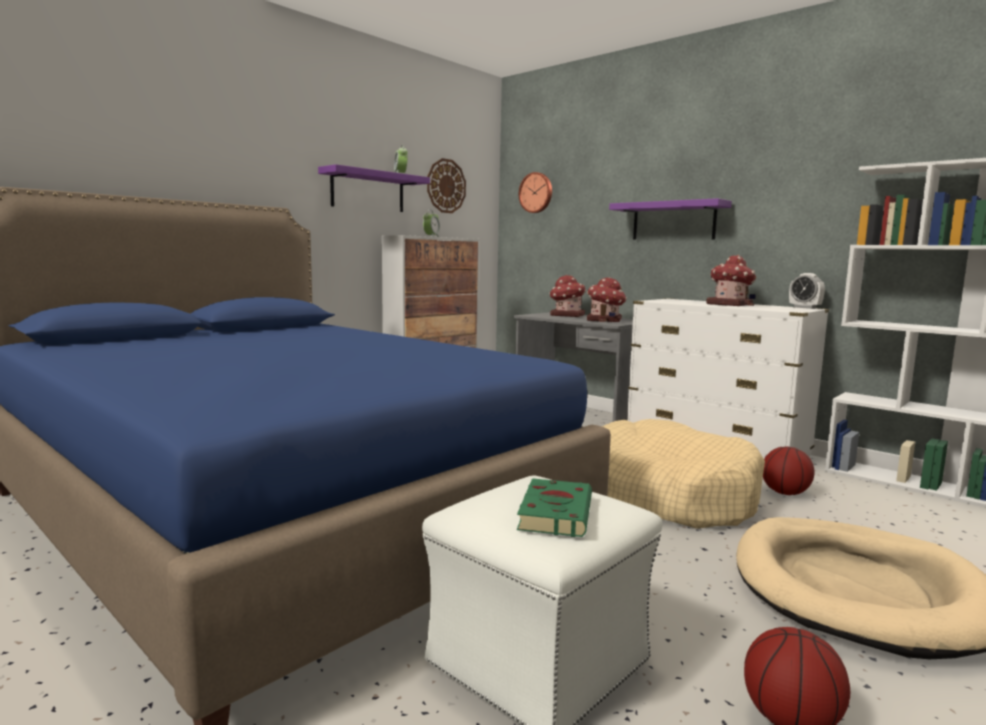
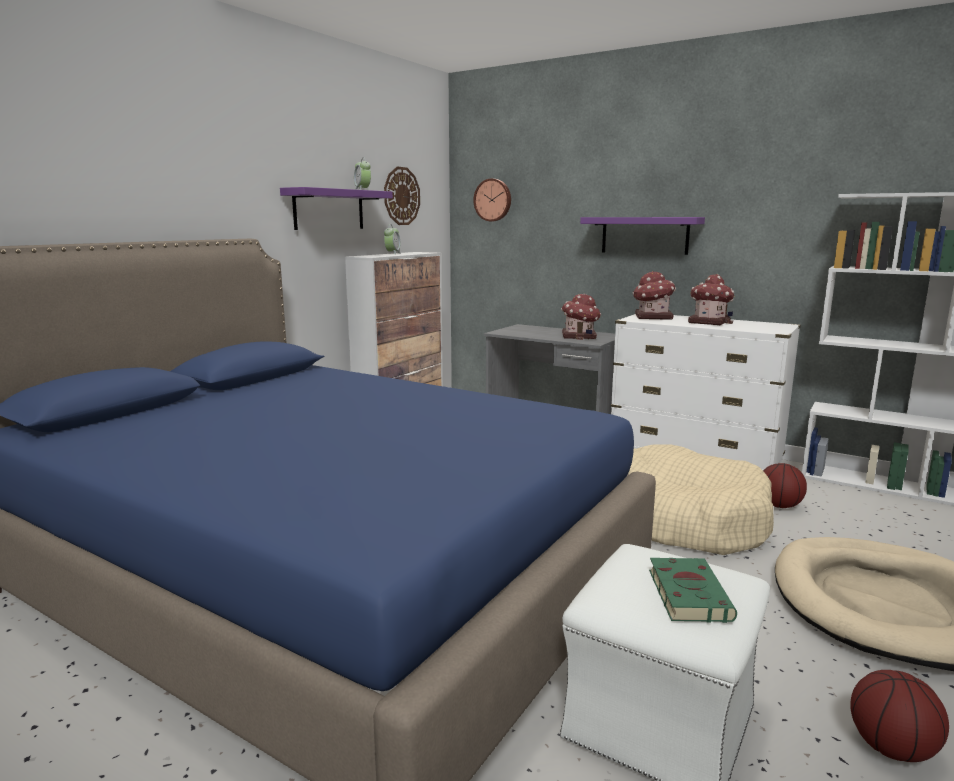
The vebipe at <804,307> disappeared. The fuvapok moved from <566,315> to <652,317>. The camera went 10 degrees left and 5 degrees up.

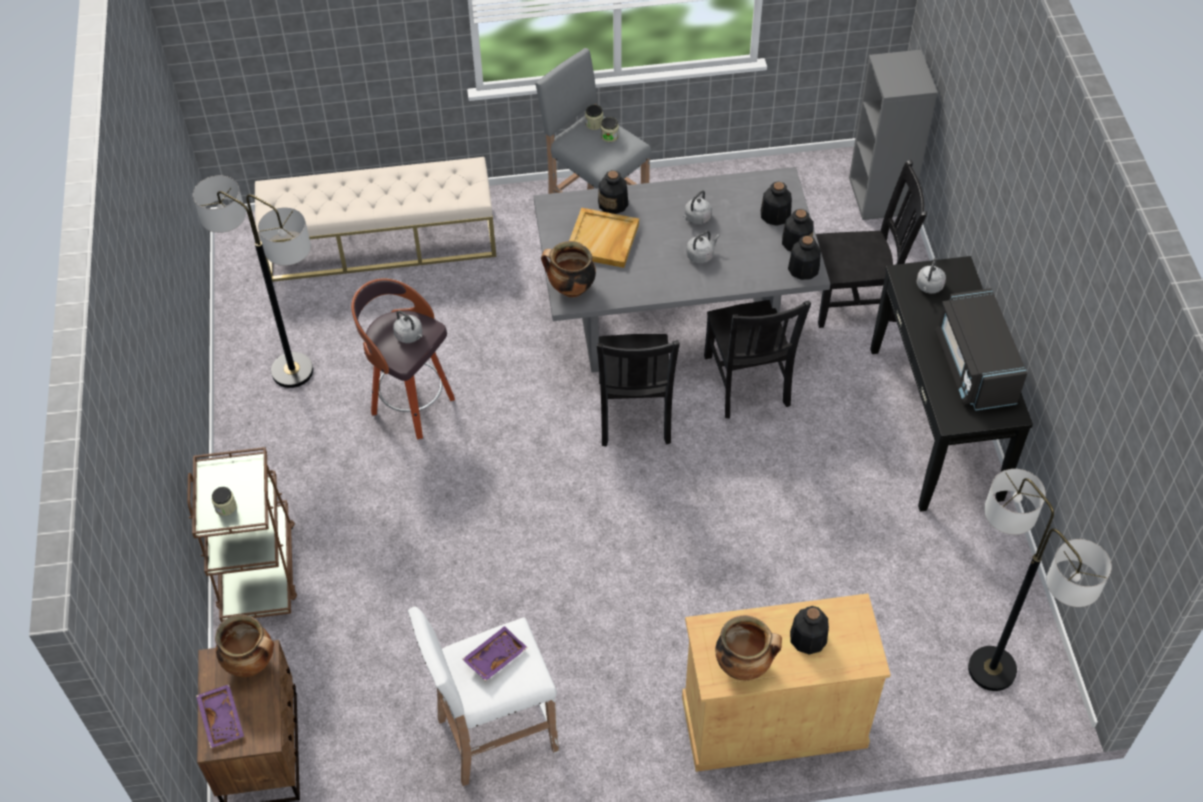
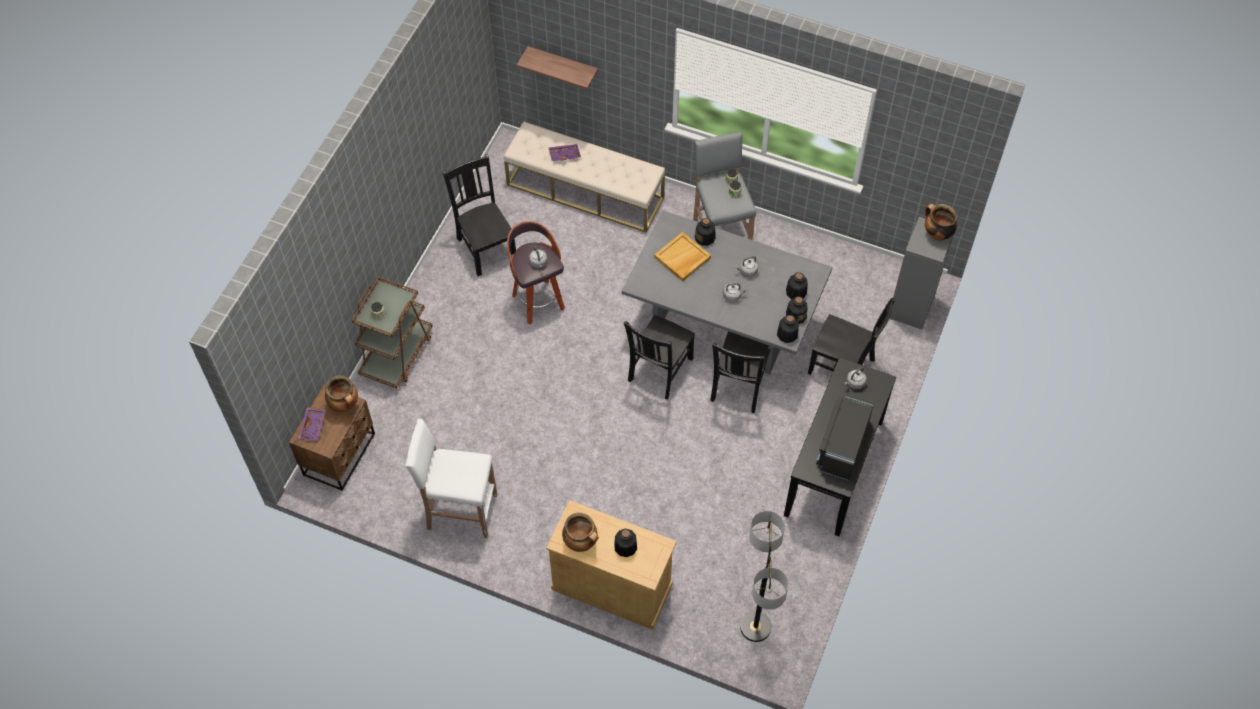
The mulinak at <563,65> appeared. The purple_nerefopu moved from <494,656> to <564,154>. The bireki moved from <570,289> to <937,234>. The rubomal at <292,371> was replaced by the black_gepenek at <486,247>. The camera went 30 degrees right and 5 degrees up.

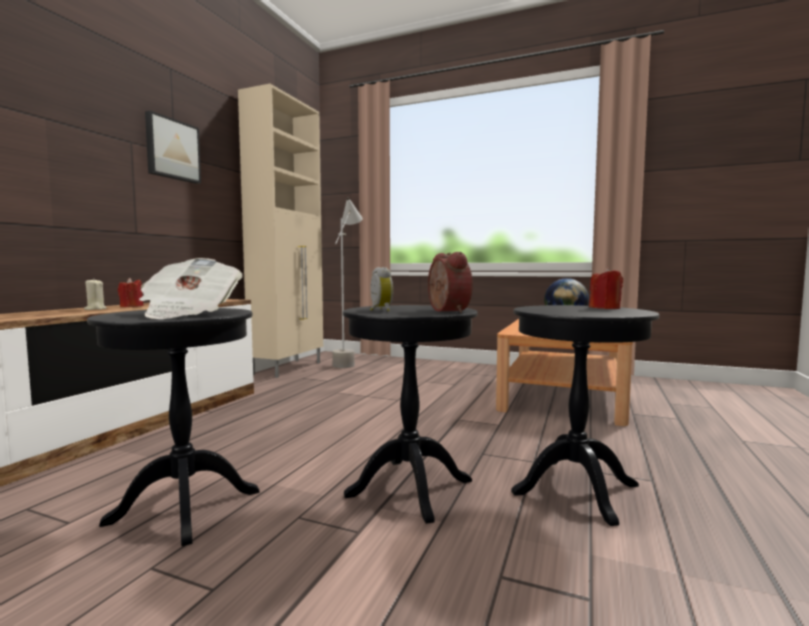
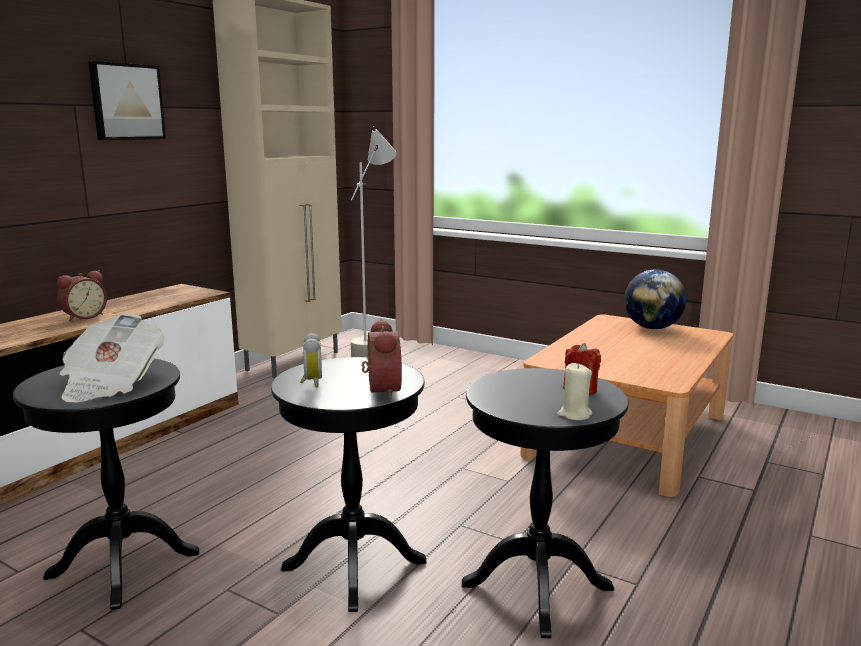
The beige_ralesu moved from <95,309> to <574,414>. The red_ralesu at <131,306> was replaced by the vebipe at <83,317>. The camera went 10 degrees right and 10 degrees up.

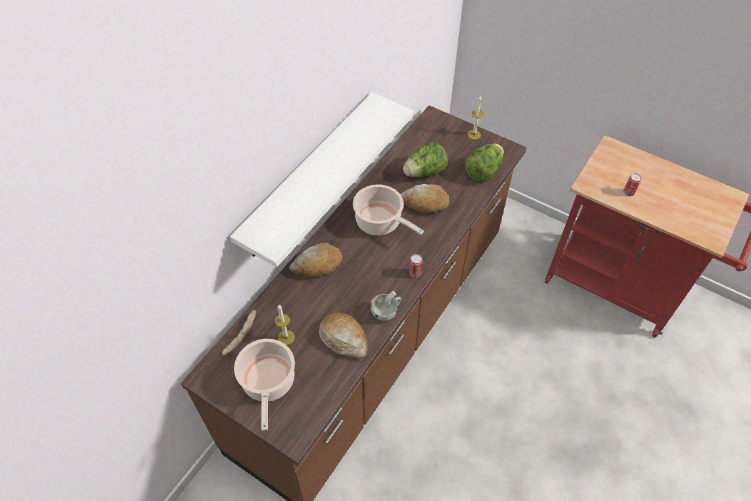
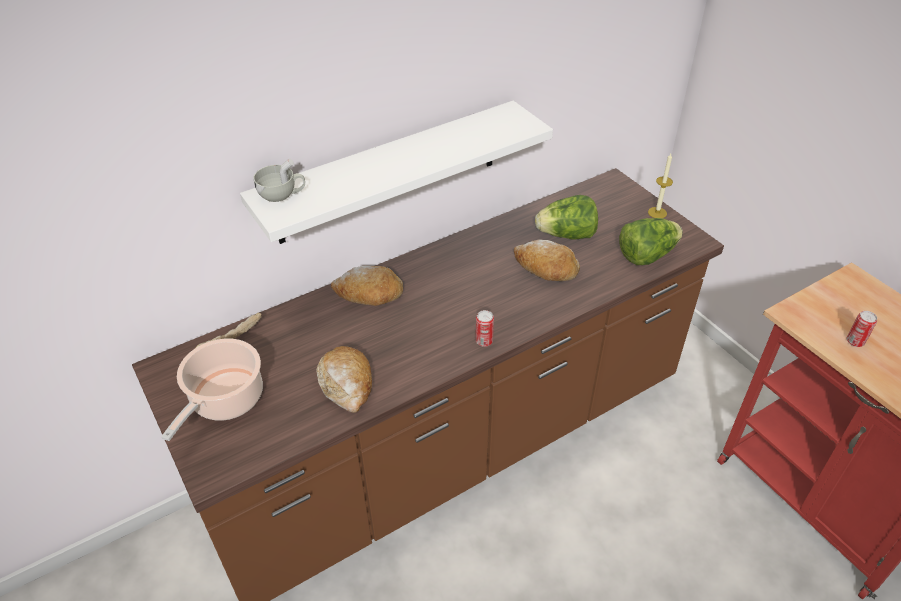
The ralesu at <286,337> disappeared. The bireki at <380,222> disappeared. The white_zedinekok moved from <386,312> to <282,195>. The camera went 25 degrees right and 10 degrees down.

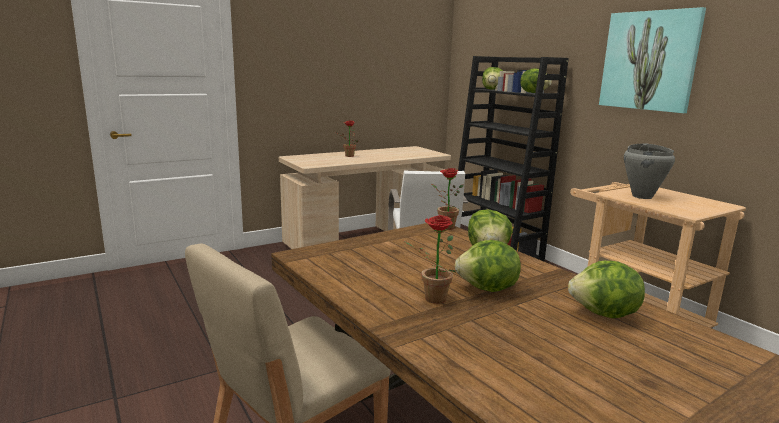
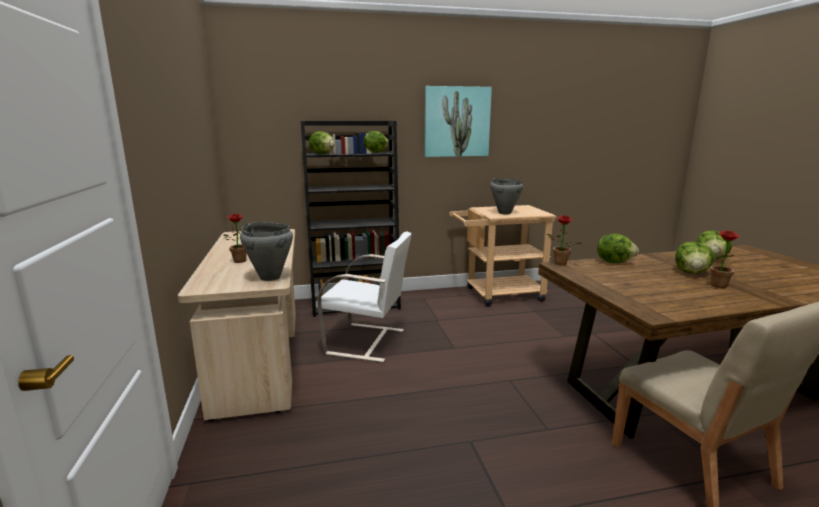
The grey_bireki at <270,277> appeared. The camera went 70 degrees left and 0 degrees up.

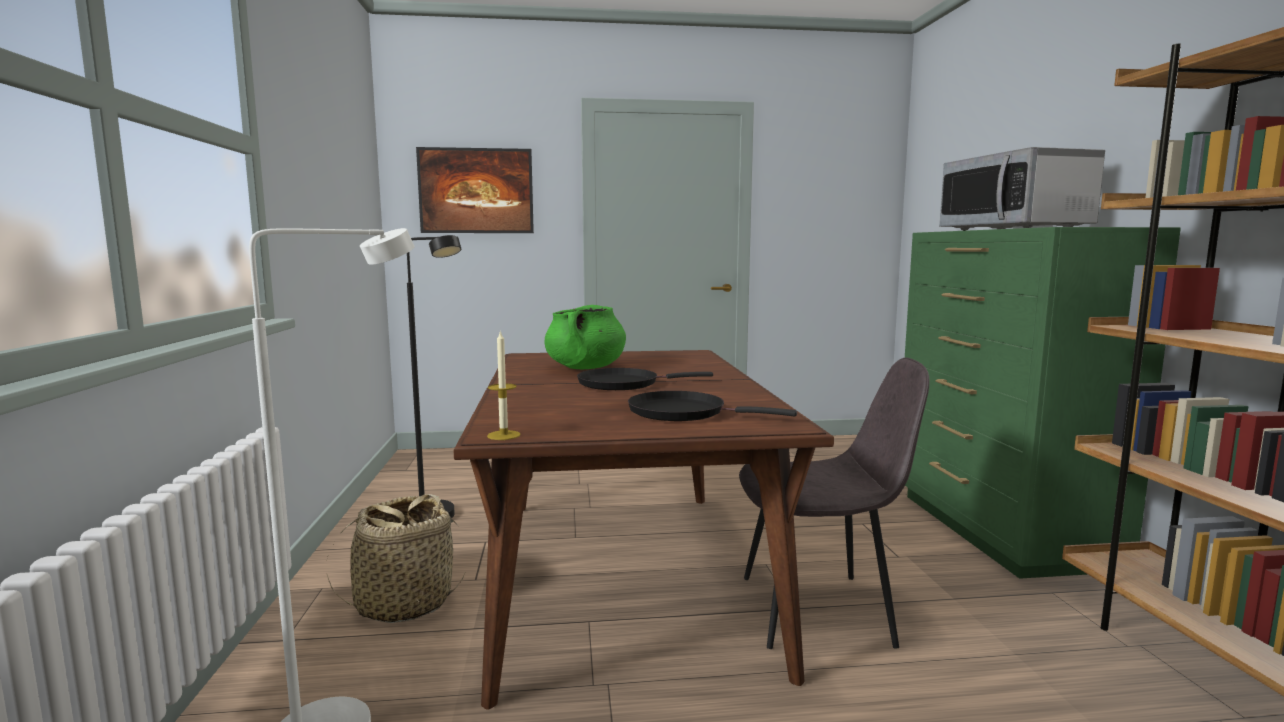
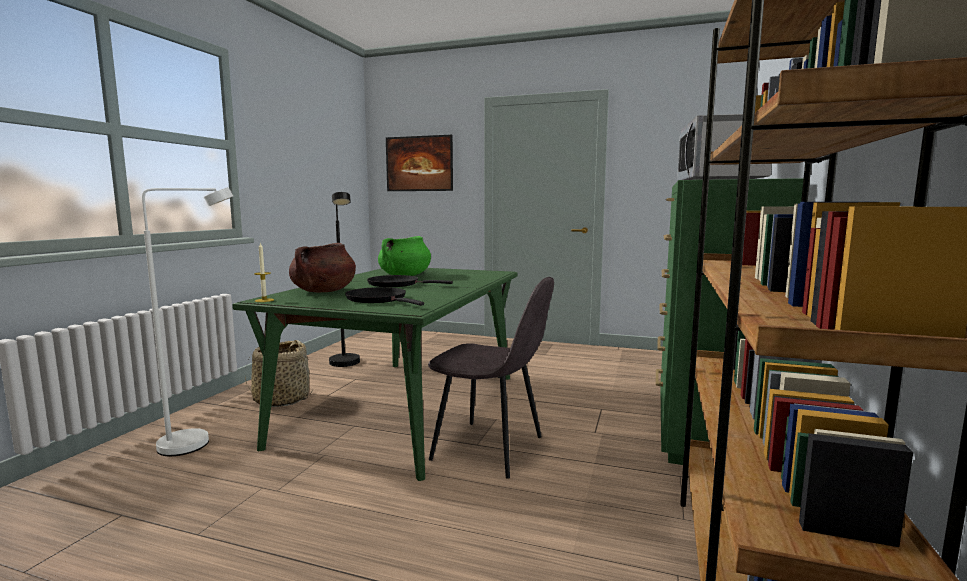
The brown_bireki at <323,291> appeared. The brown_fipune at <623,574> became the green_fipune at <404,407>. The camera went 25 degrees right and 0 degrees up.

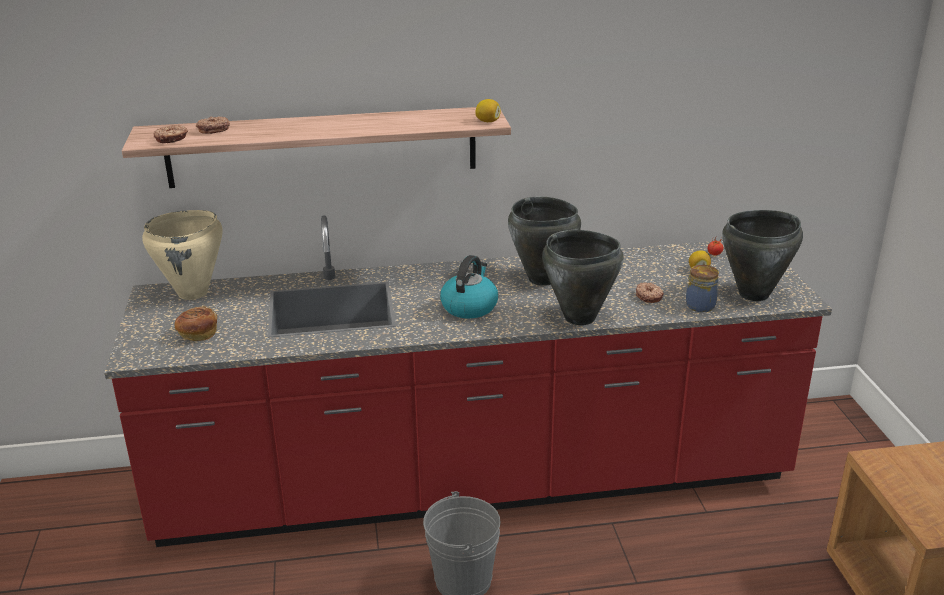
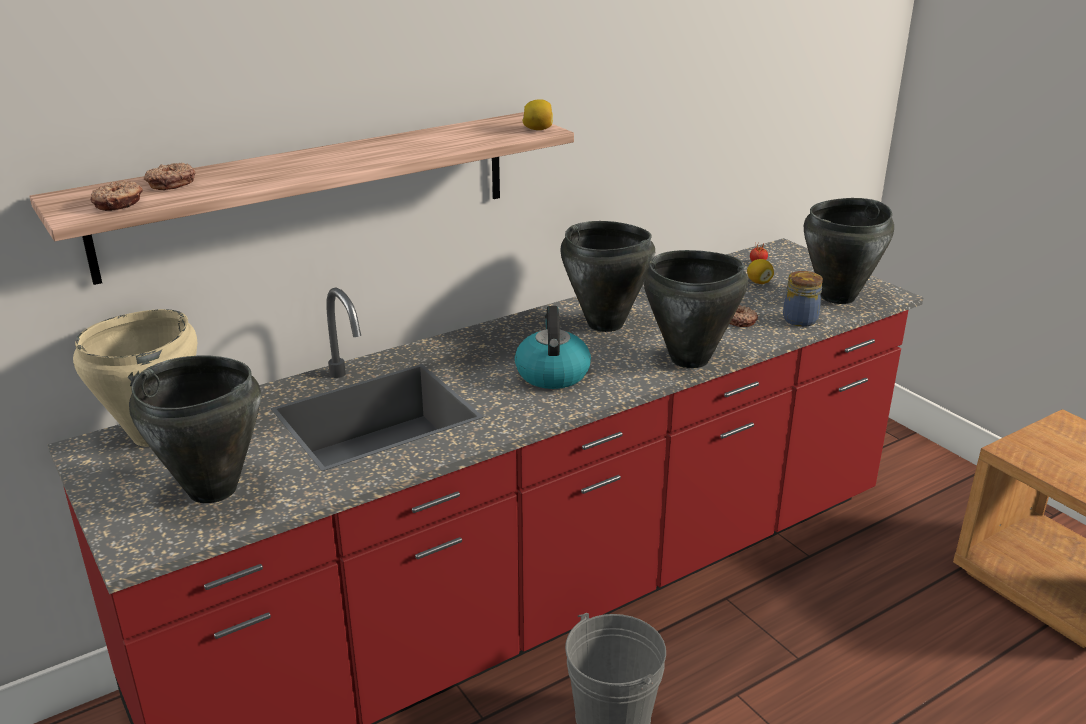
The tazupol at <198,333> was replaced by the black_bireki at <213,490>. The camera went 25 degrees left and 0 degrees up.

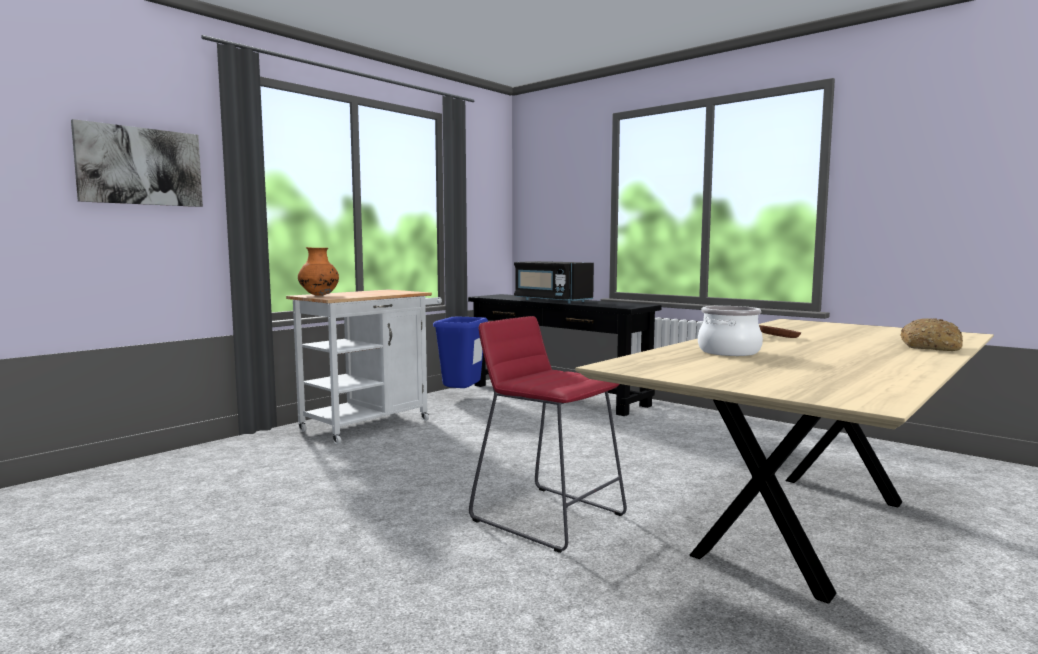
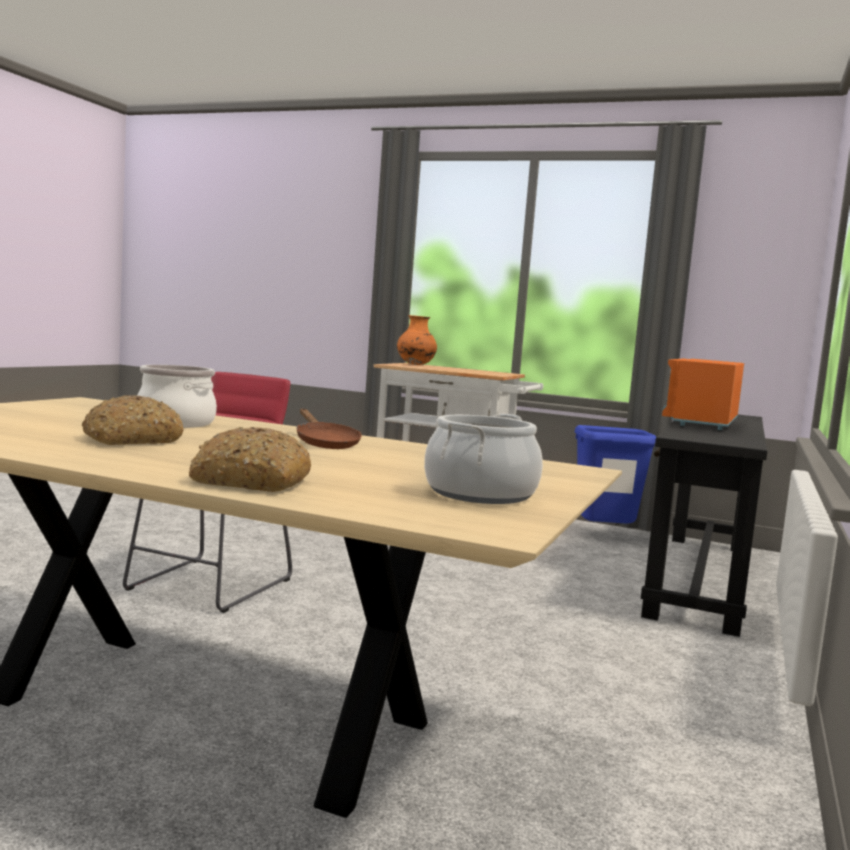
The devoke at <140,166> disappeared. The tazupol at <131,440> appeared. The bireki at <481,494> appeared. The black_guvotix at <551,300> became the orange_guvotix at <702,423>. The camera went 70 degrees right and 0 degrees up.

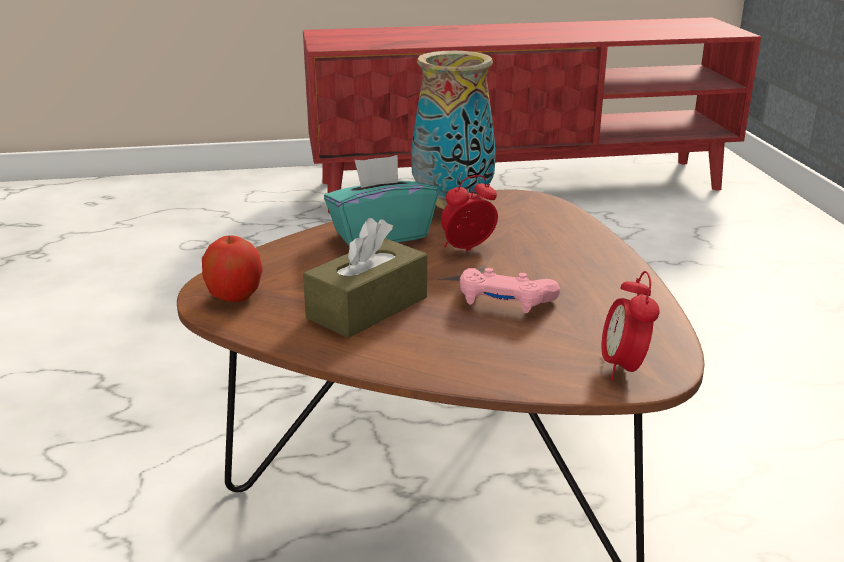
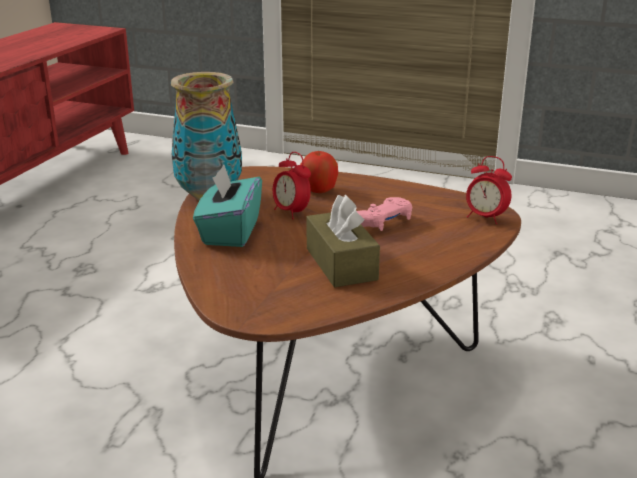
The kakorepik moved from <235,296> to <319,190>. The vebipe at <467,249> turned 45 degrees counterclockwise. The camera went 60 degrees left and 0 degrees up.

